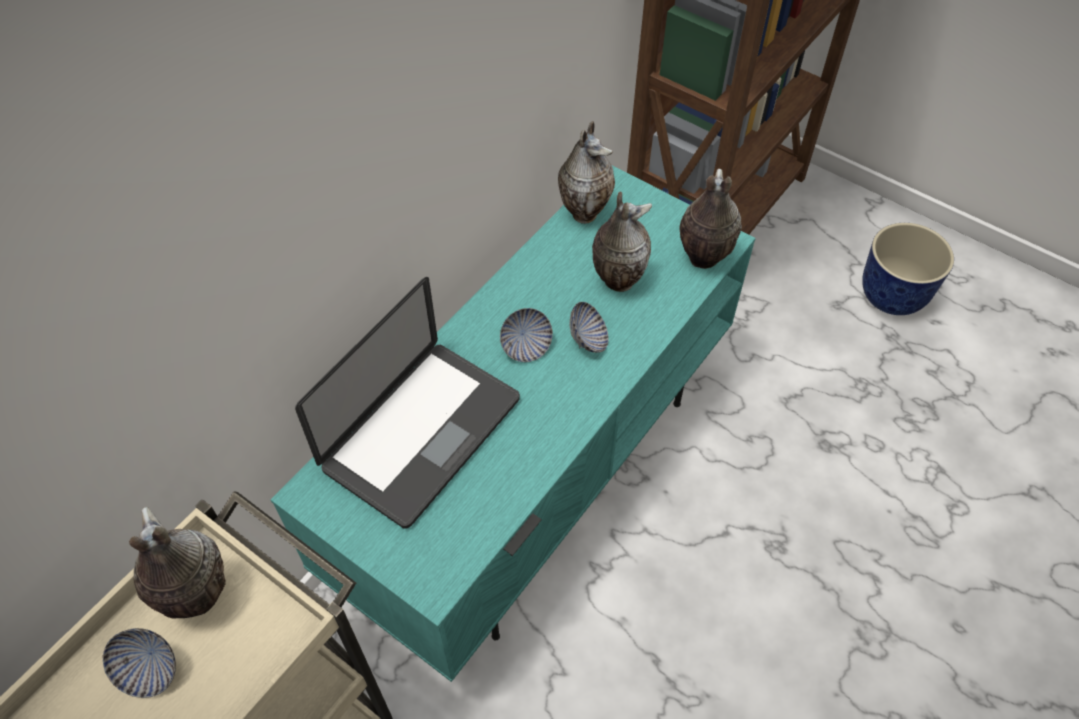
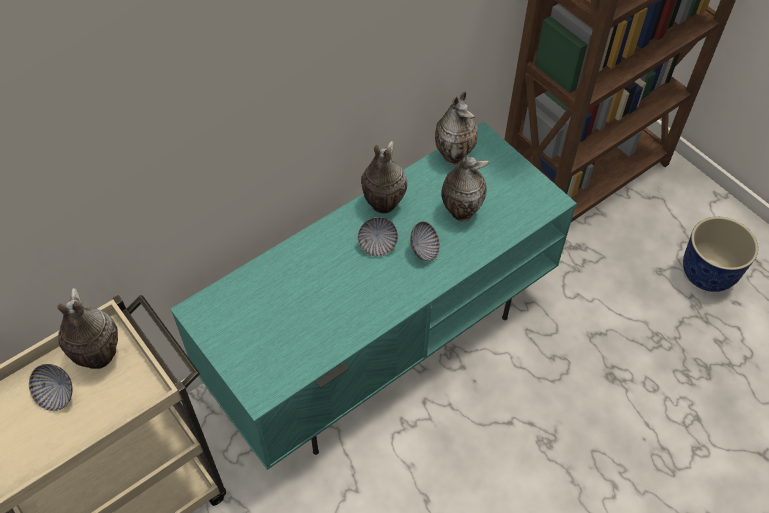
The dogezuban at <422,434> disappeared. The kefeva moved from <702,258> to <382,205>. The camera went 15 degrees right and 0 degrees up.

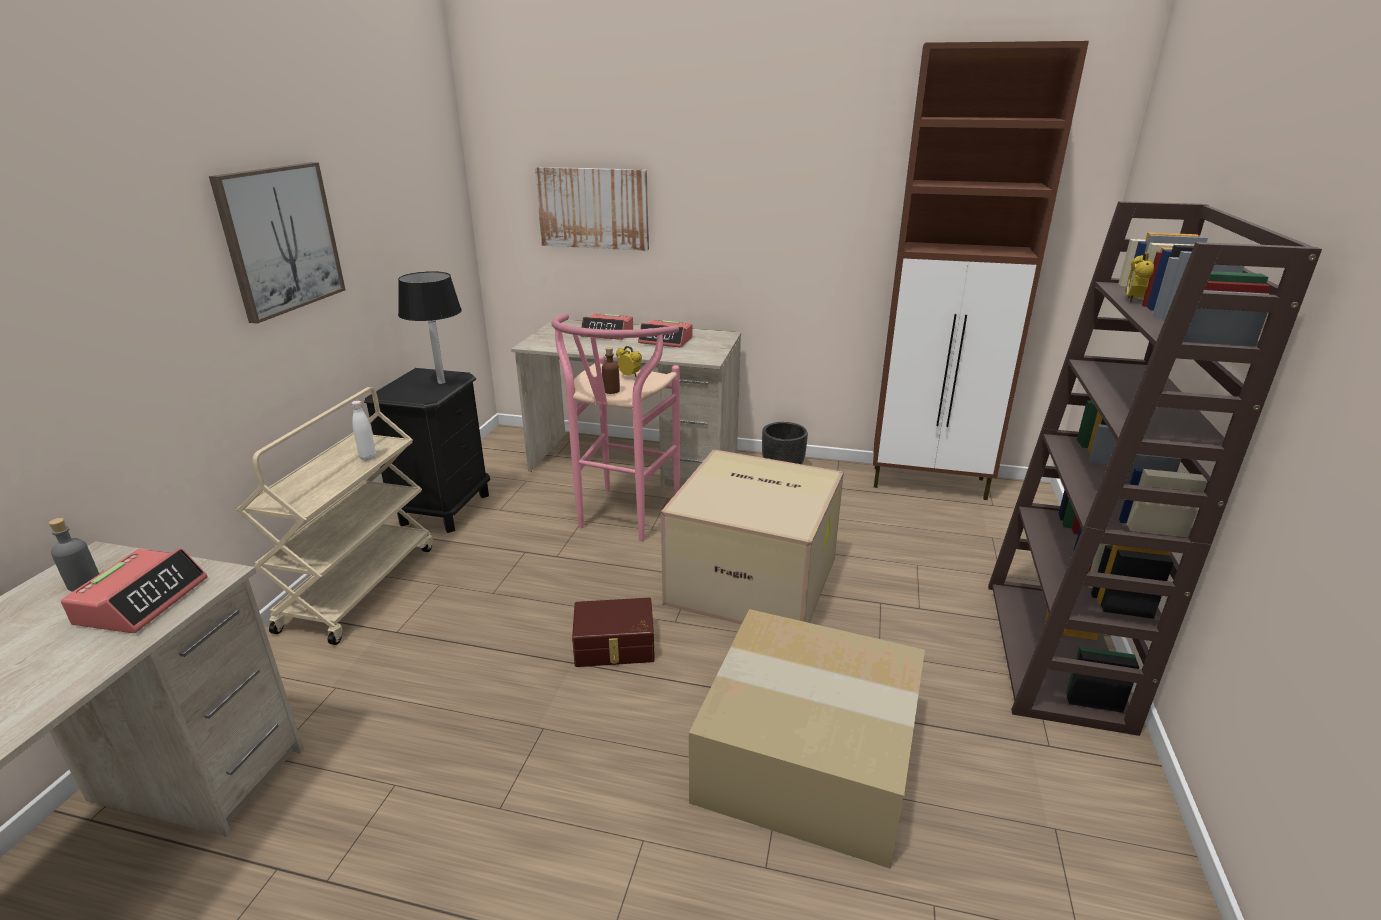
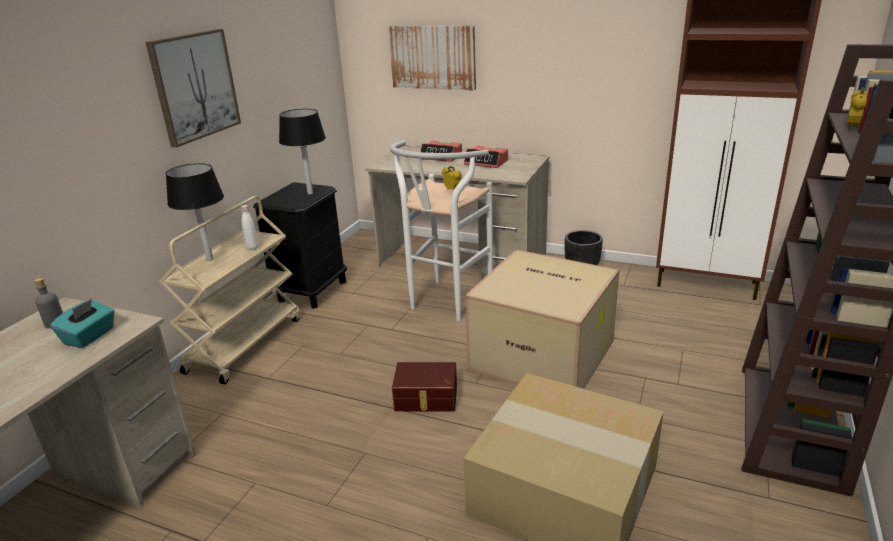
The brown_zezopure at <611,391> disappeared. The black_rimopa at <209,259> appeared. The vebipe at <142,601> was replaced by the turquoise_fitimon at <90,336>. The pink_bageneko at <622,520> became the white_bageneko at <445,304>. The camera went 10 degrees right and 0 degrees up.

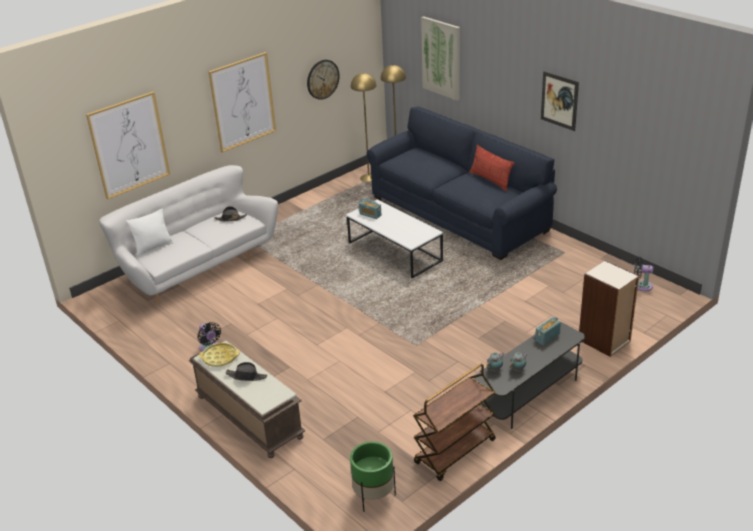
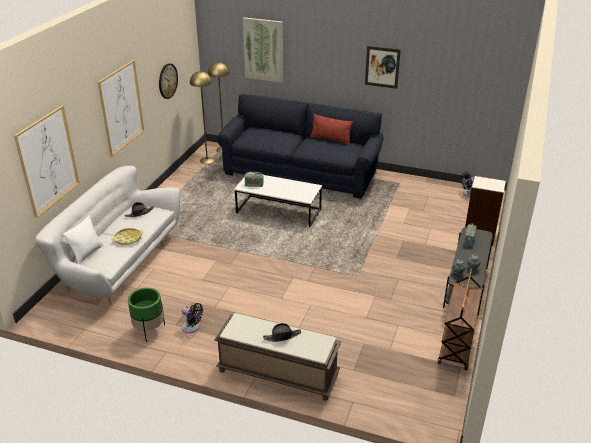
The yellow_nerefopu moved from <220,357> to <128,238>. The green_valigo moved from <373,496> to <149,330>. The camera went 30 degrees left and 0 degrees up.

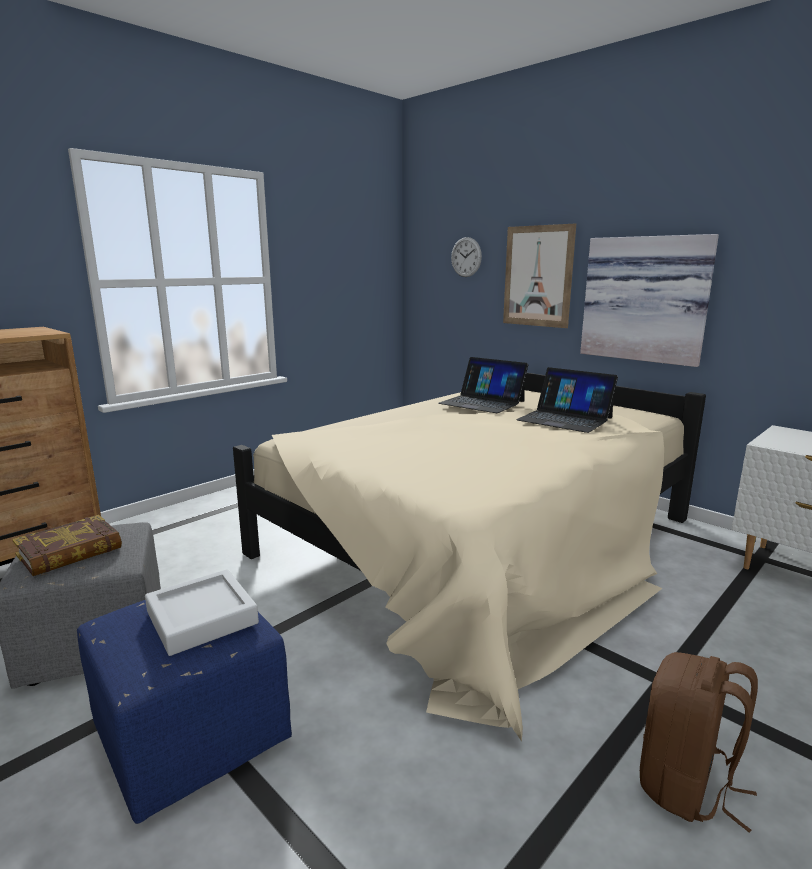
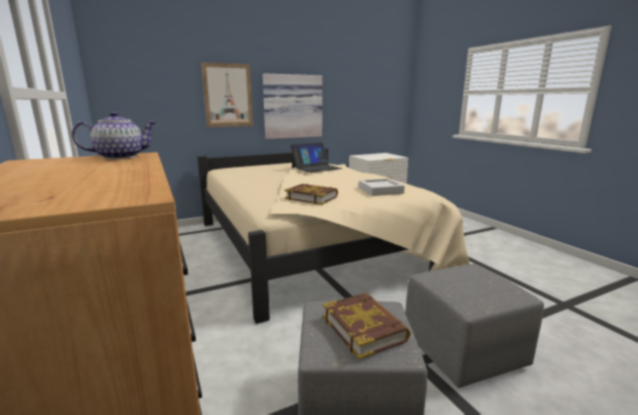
The dogezuban at <482,402> disappeared. The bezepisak at <466,257> disappeared. The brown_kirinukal at <686,785> disappeared. The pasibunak at <120,156> appeared. The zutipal at <311,197> appeared. The grey_nerefopu moved from <202,617> to <380,190>. The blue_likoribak at <190,735> became the grey_likoribak at <462,352>. The camera went 70 degrees left and 0 degrees up.

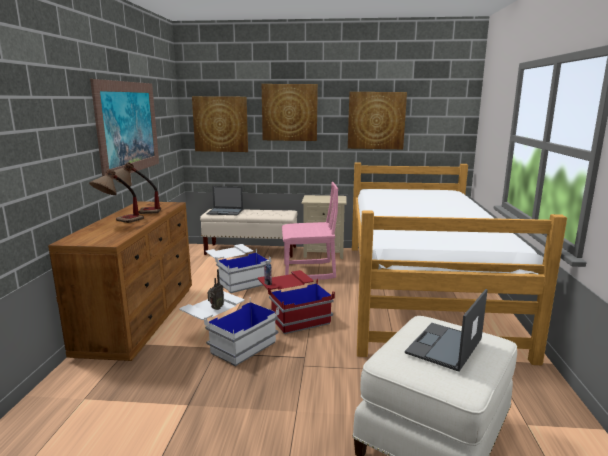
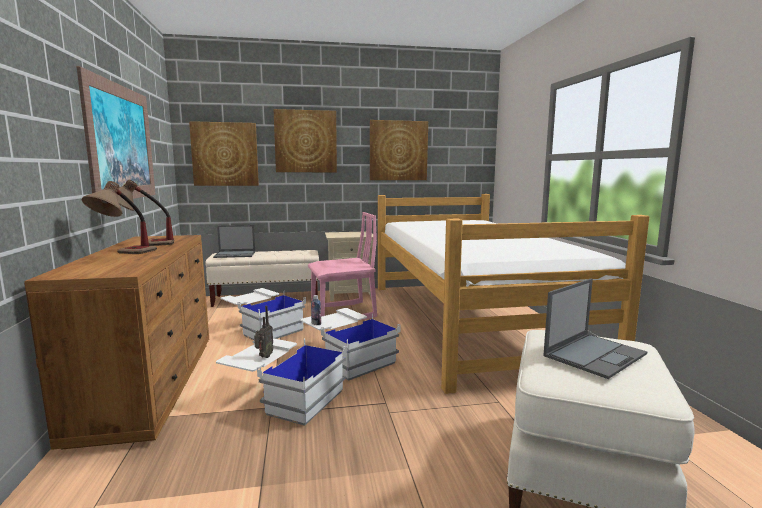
The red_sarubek at <293,314> became the white_sarubek at <348,357>. The dogezuban at <444,346> turned 150 degrees counterclockwise. The camera went 15 degrees left and 5 degrees down.

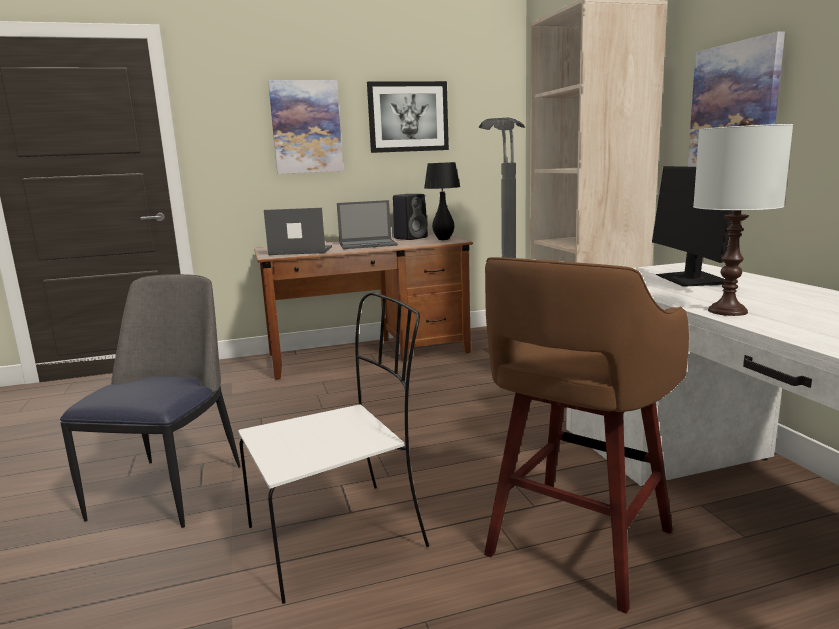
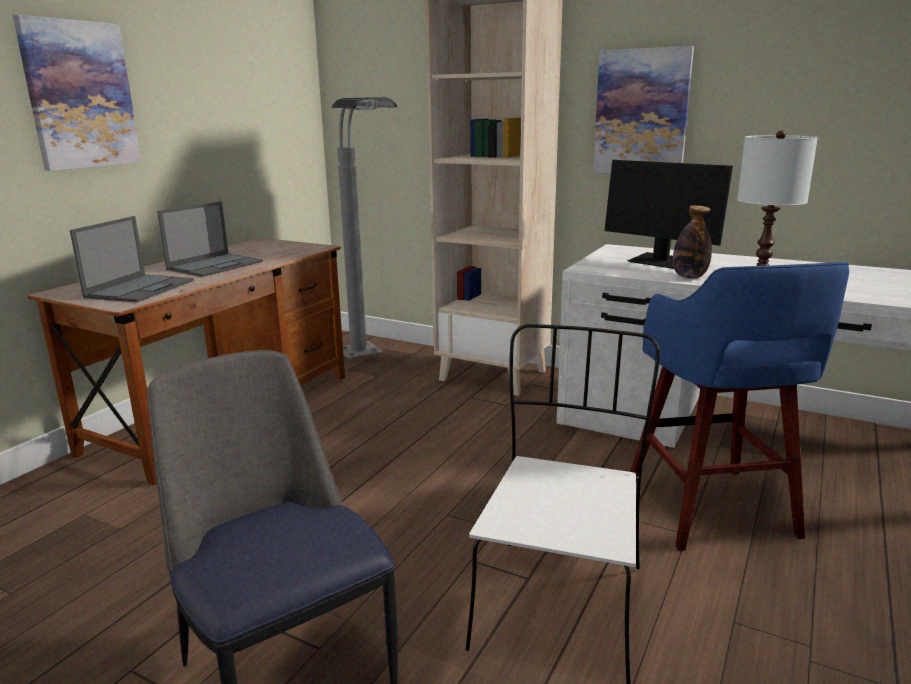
The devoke at <408,117> disappeared. The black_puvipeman at <411,238> disappeared. The black_rimopa at <443,239> disappeared. The zezopure at <689,277> appeared. The brown_bageneko at <576,545> became the blue_bageneko at <712,510>. The dogezuban at <300,251> turned 150 degrees clockwise. The camera went 45 degrees left and 5 degrees up.

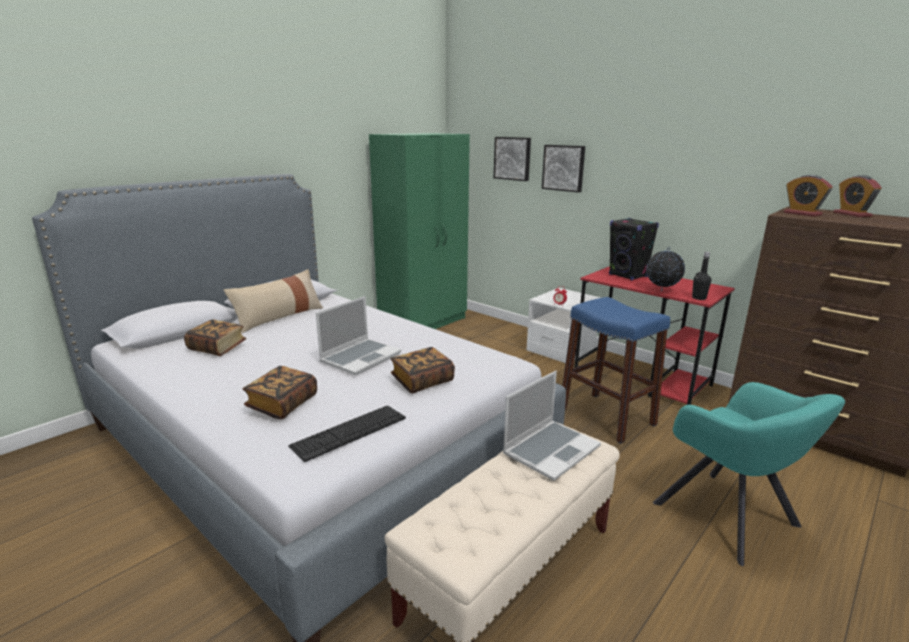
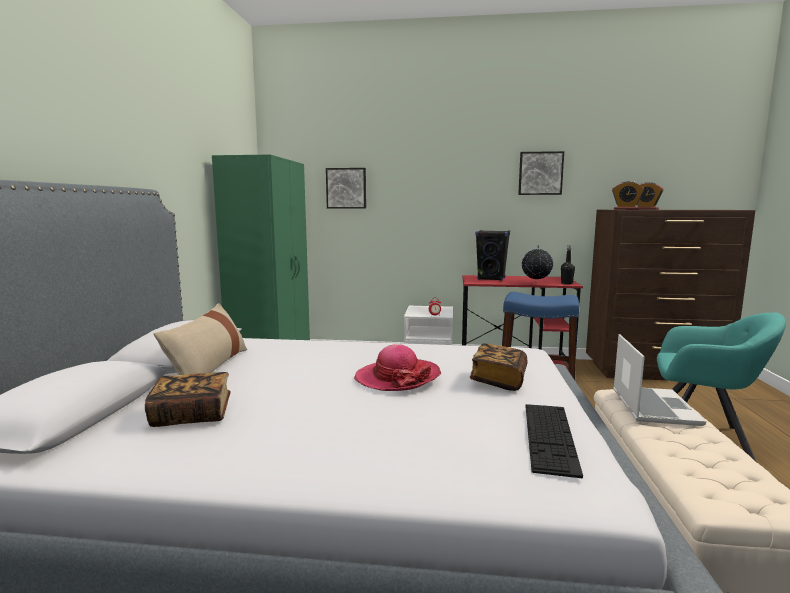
The zutipal at <282,404> disappeared. The devoke moved from <564,168> to <540,173>. The dogezuban at <361,357> was replaced by the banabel at <397,378>. The camera went 35 degrees left and 10 degrees down.

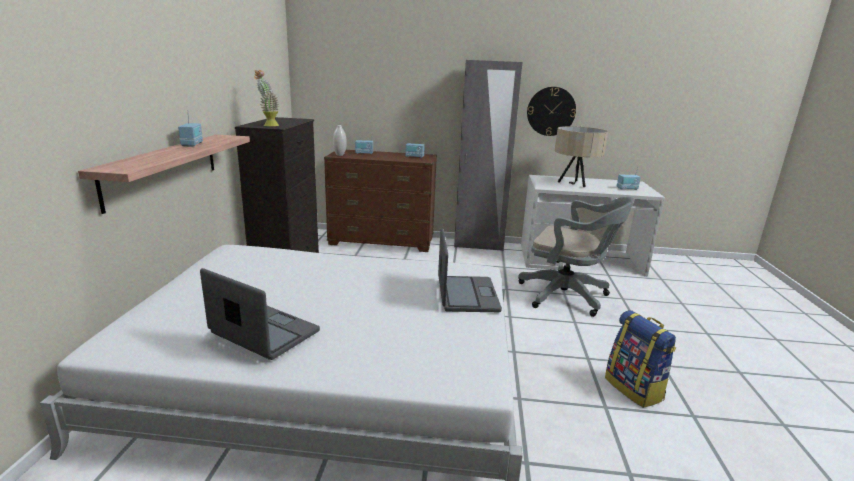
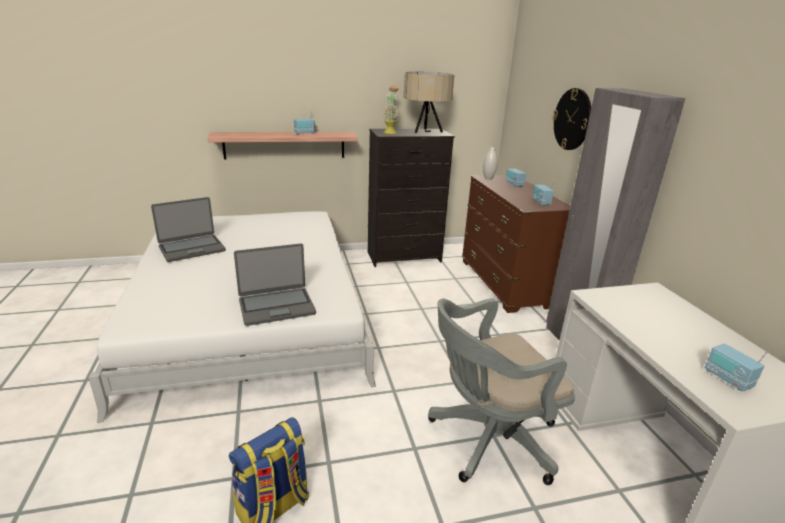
The bezepisak moved from <551,111> to <572,119>. The beige_rimopa moved from <574,184> to <425,132>. The dogezuban at <264,333> turned 45 degrees clockwise. The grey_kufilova at <568,296> turned 60 degrees clockwise. The camera went 70 degrees right and 5 degrees up.

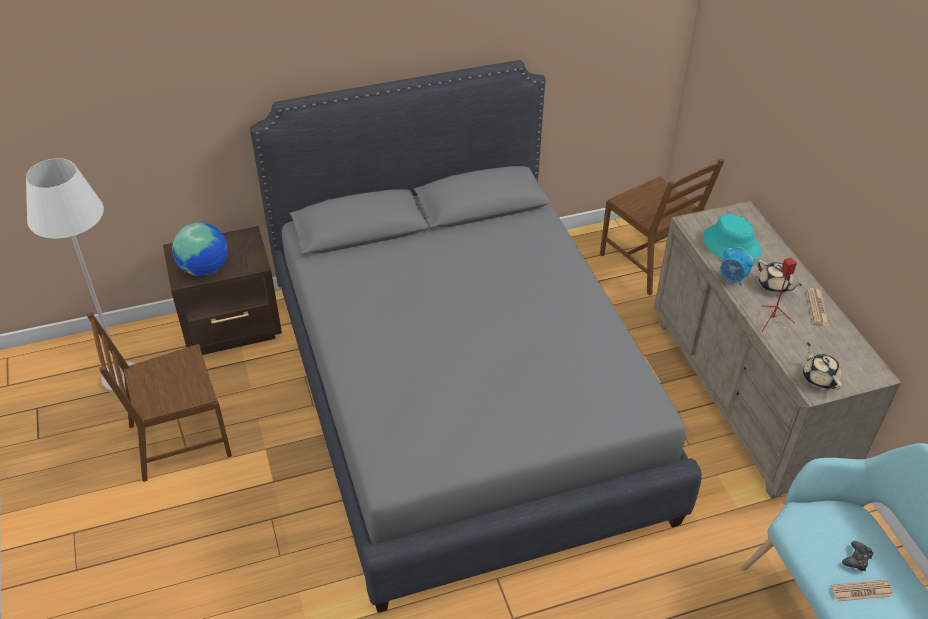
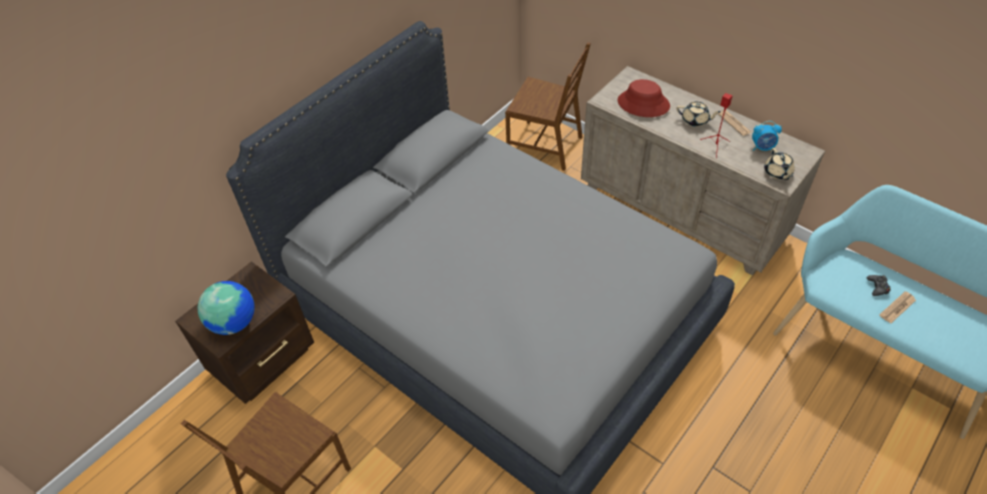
The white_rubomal at <122,378> disappeared. The vebipe moved from <732,278> to <762,148>. The turquoise_banabel at <731,245> became the red_banabel at <643,104>. The beige_pasibunak at <819,378> turned 135 degrees counterclockwise. The camera went 30 degrees left and 5 degrees up.

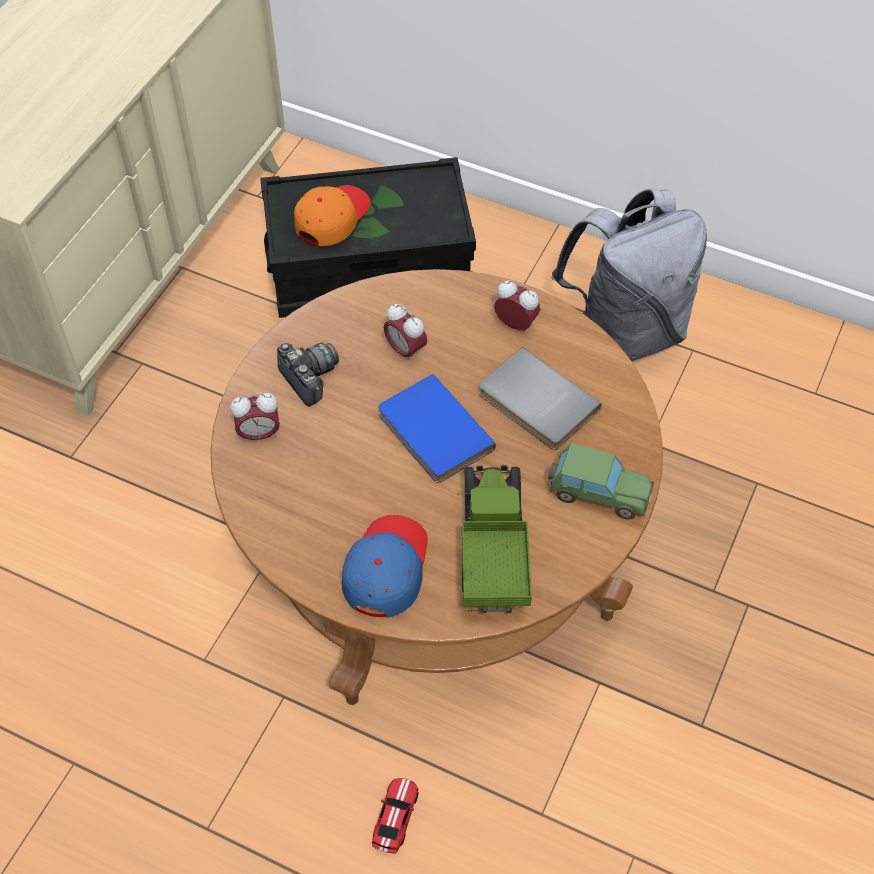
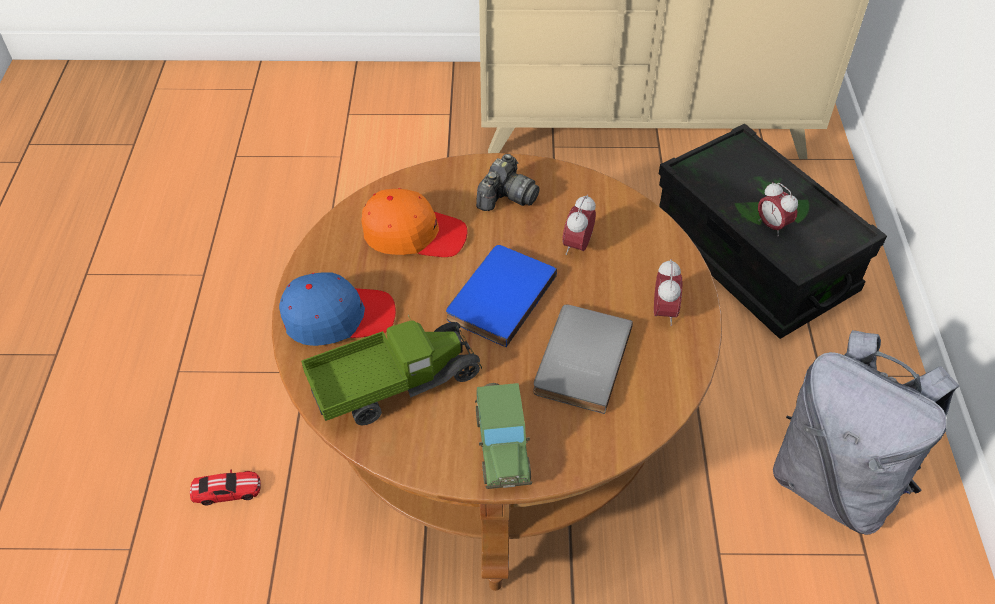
The vebipe moved from <259,434> to <772,226>. The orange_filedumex moved from <332,218> to <414,234>. The camera went 65 degrees right and 5 degrees down.

